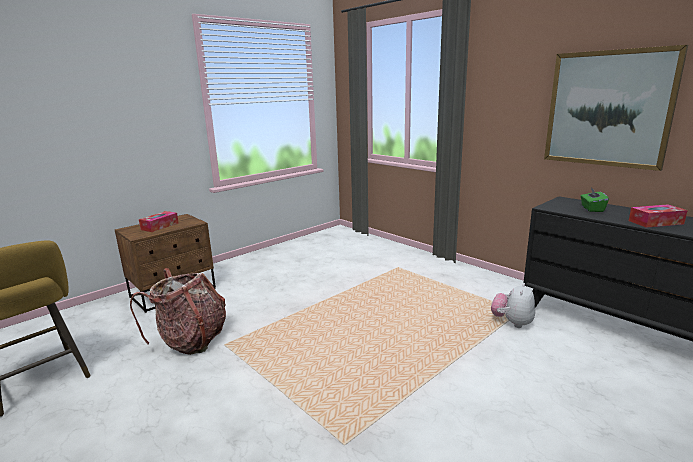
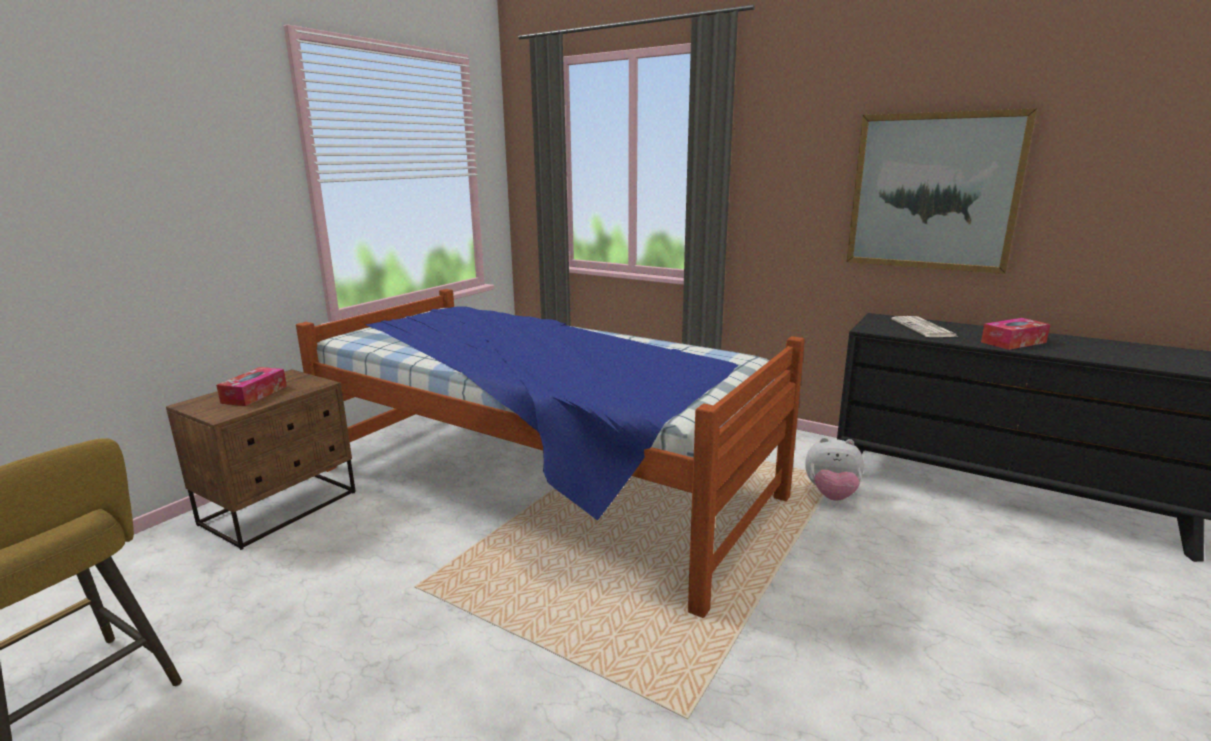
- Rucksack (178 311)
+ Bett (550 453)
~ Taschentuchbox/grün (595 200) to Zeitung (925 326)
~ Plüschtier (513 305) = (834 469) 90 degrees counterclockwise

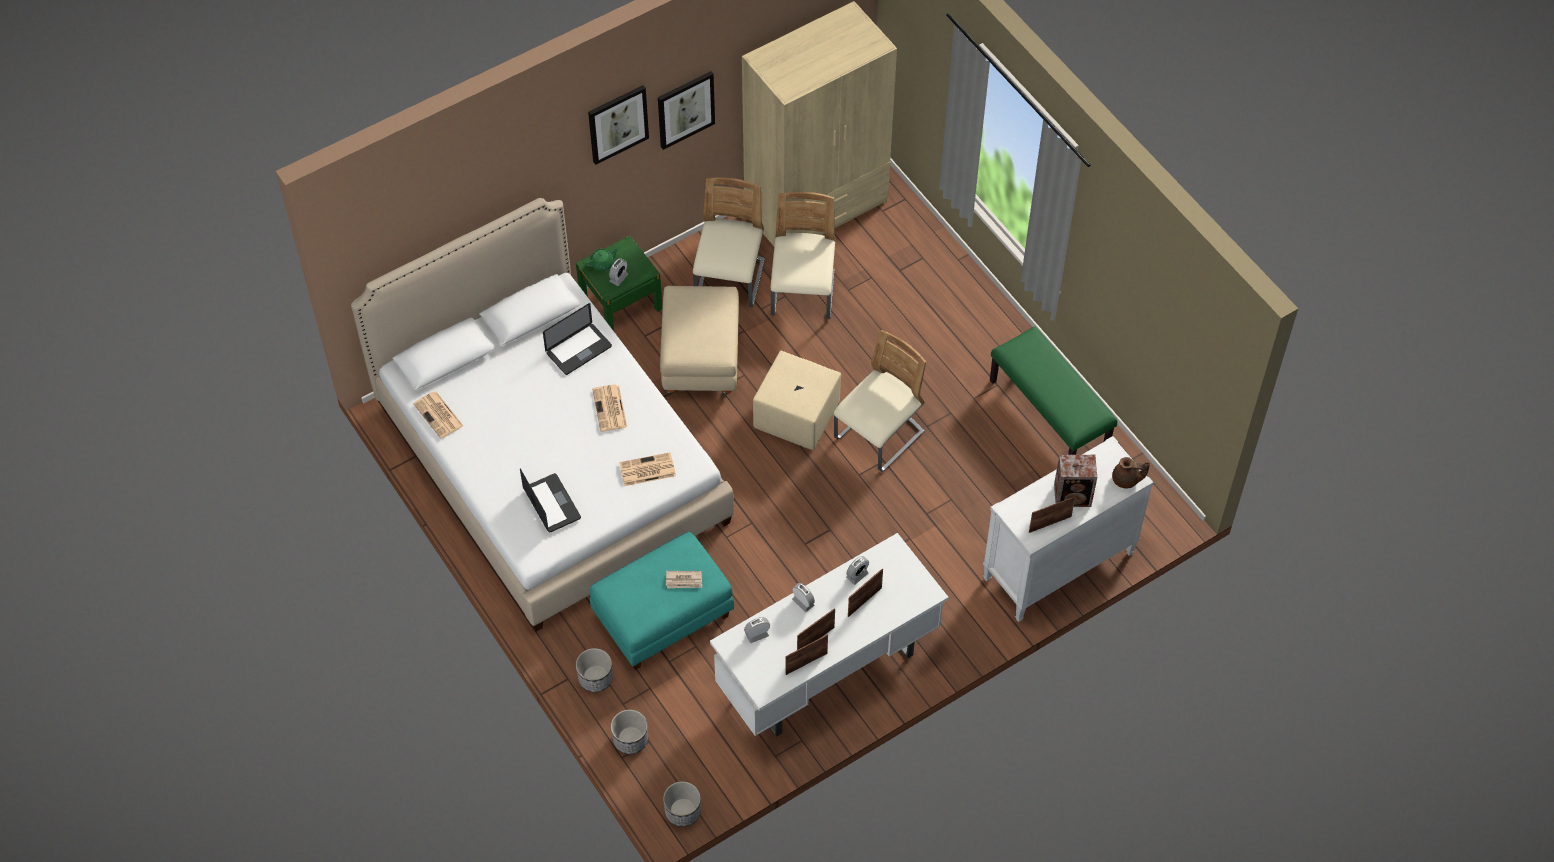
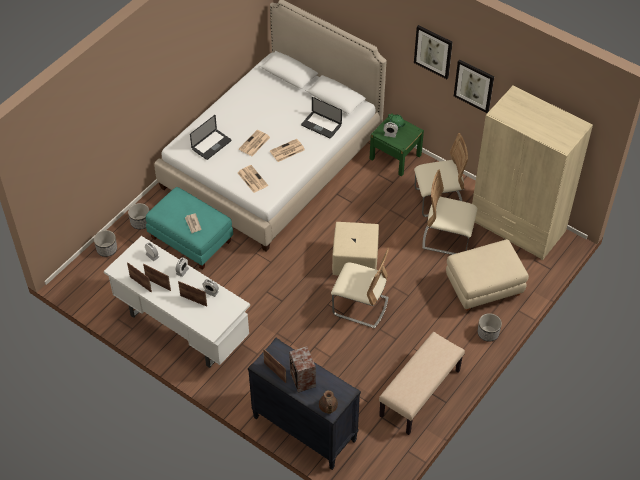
~ Zeitung (438 415) to (254 143)
~ Polsterhocker/beige (699 340) to (487 275)
~ Pflanzkübel (682 804) to (490 327)
~ Kommode/weiß (1068 529) to Kommode/schwarz (304 404)
~ Bank/grün (1053 390) to Bank/beige (422 383)
~ Stuhl/beige (803 255) = (450 212) 150 degrees counterclockwise

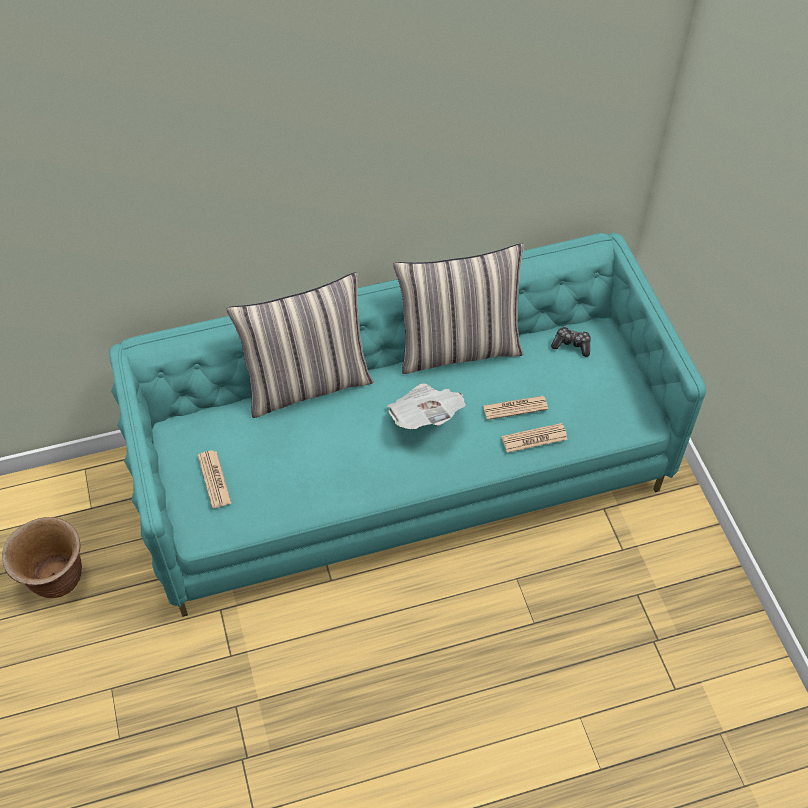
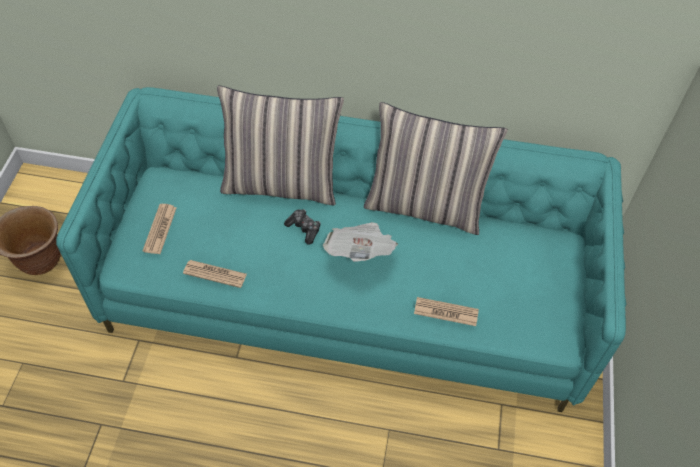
~ Zeitung (515 408) to (215 274)
~ Gamepad (571 341) to (302 227)

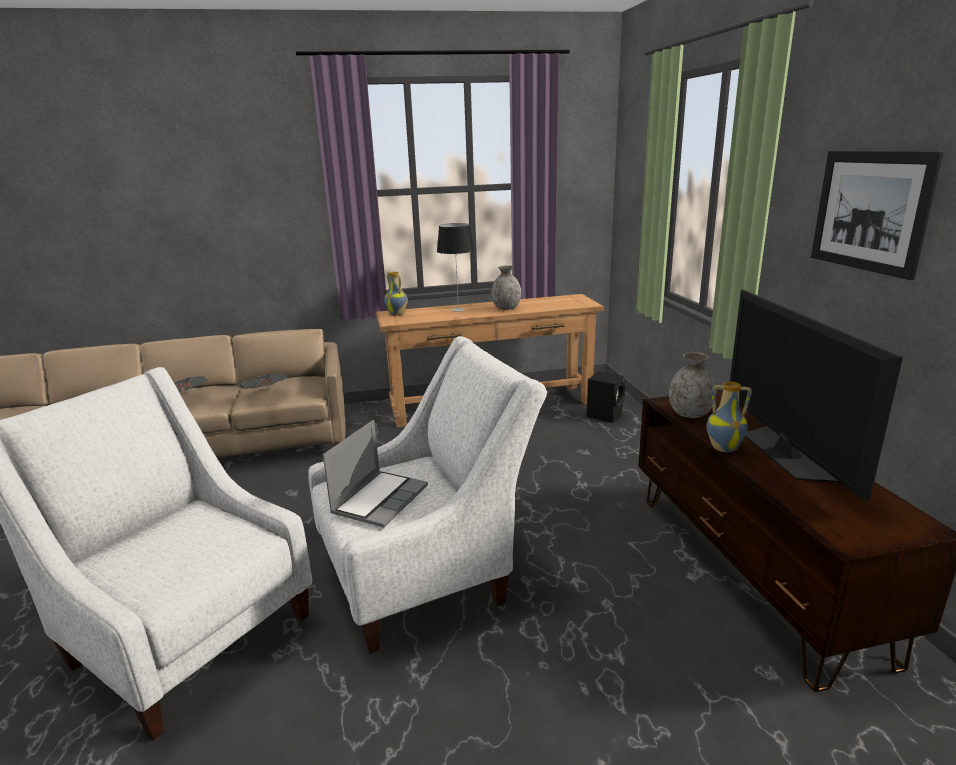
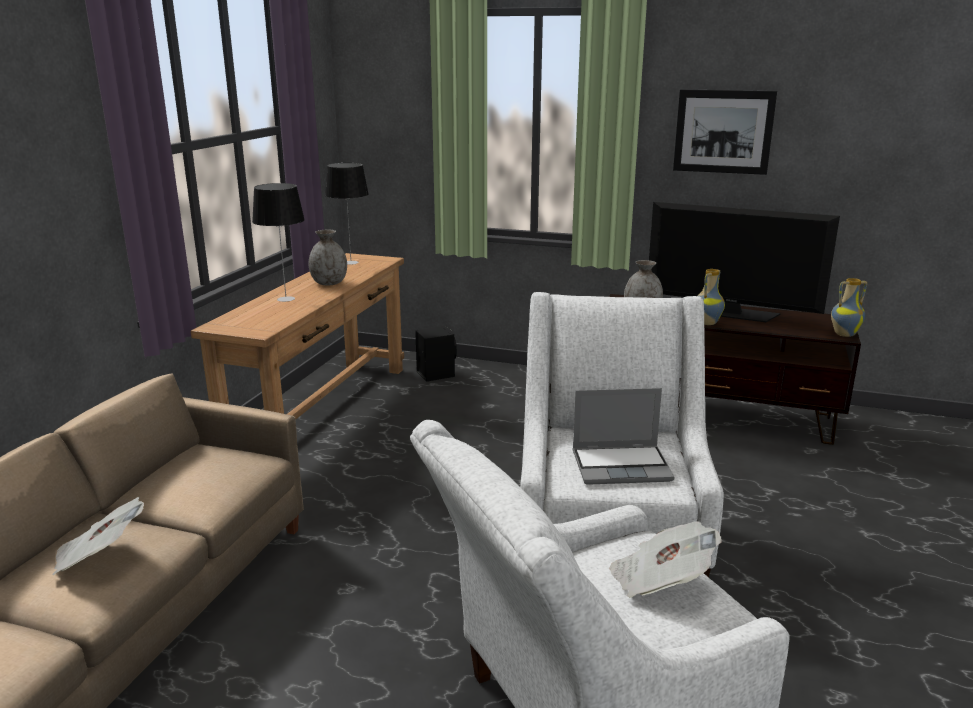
+ Tischlampe (347 214)
~ Zeitung (263 381) to (665 559)
~ Vase (396 294) to (849 307)
~ Laptop (375 473) = (623 436) 120 degrees clockwise

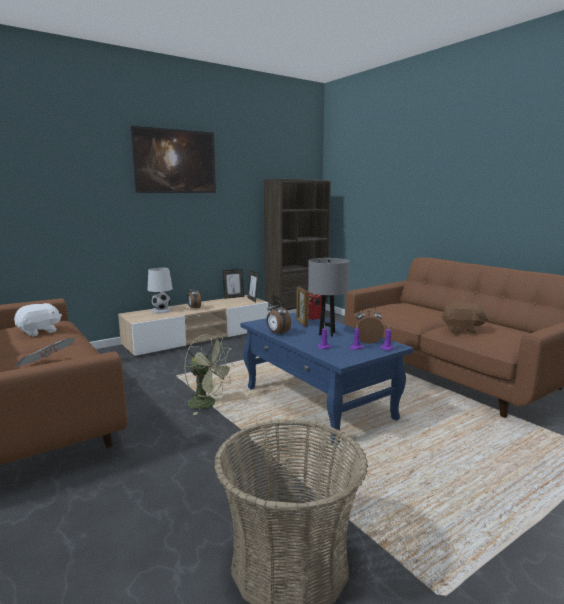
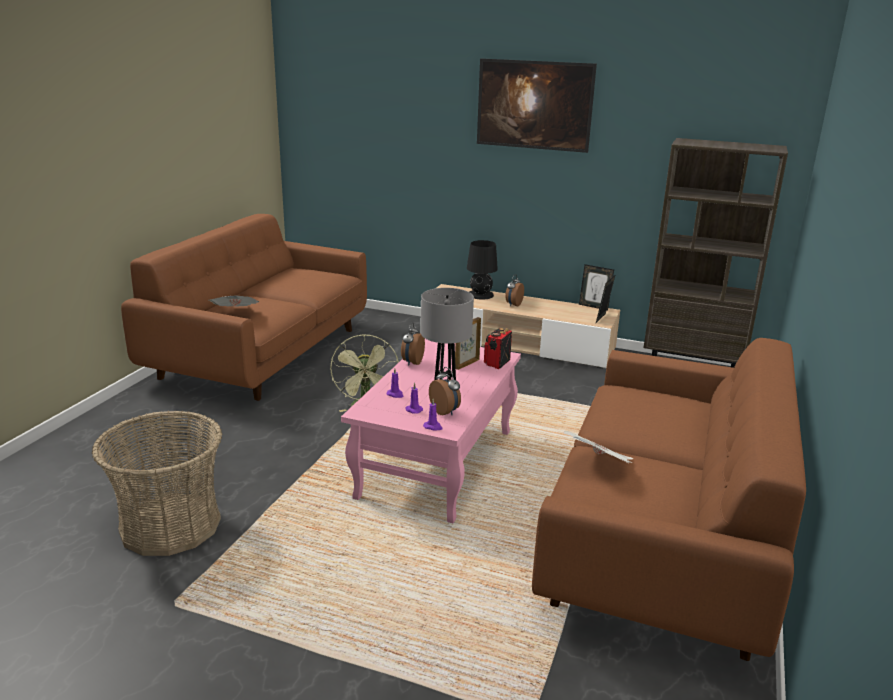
- Plüschtier/weiß (38 320)
~ Plüschtier/braun (465 318) to Zeitung (598 447)
~ Tischlampe/weiß (160 290) to Tischlampe/schwarz (482 269)
~ Couchtisch/blau (327 379) to Couchtisch/rosa (431 431)

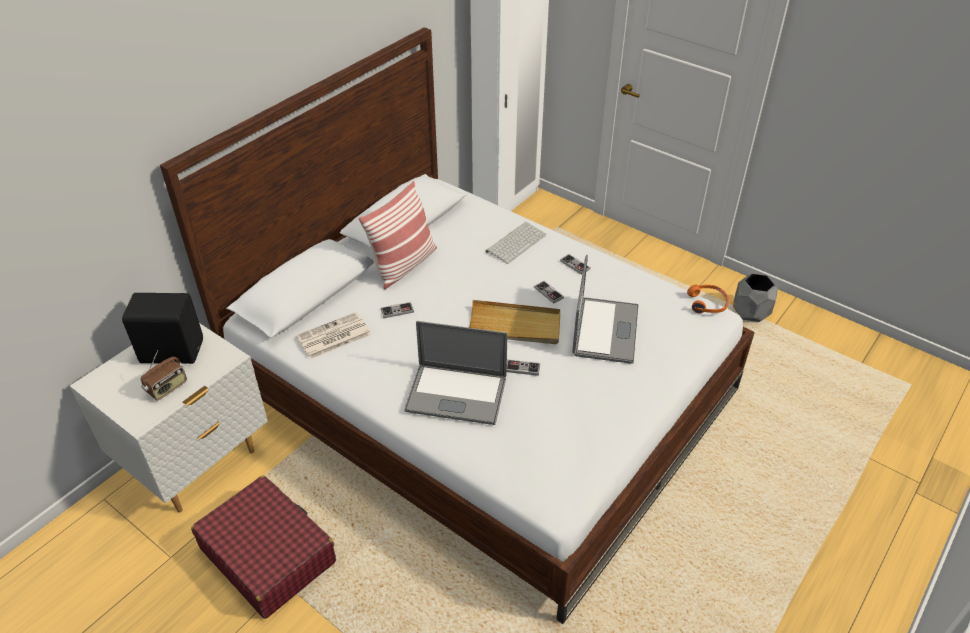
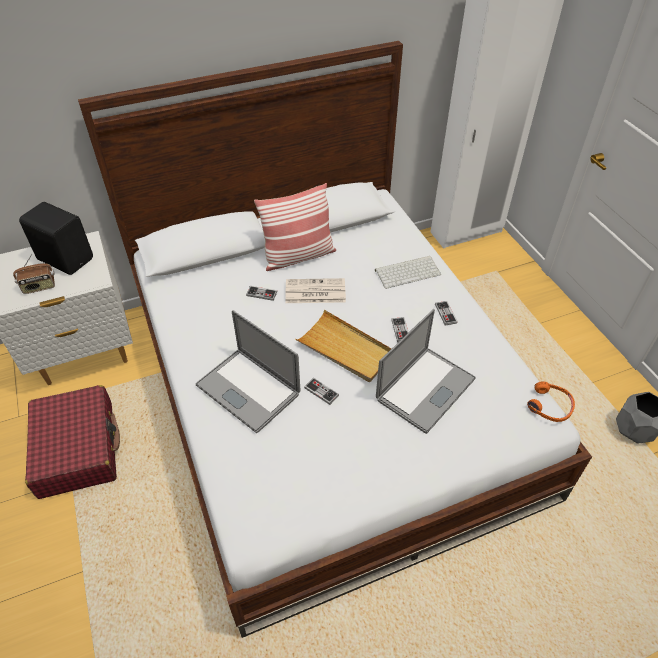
~ Zeitung (334 335) to (315 290)

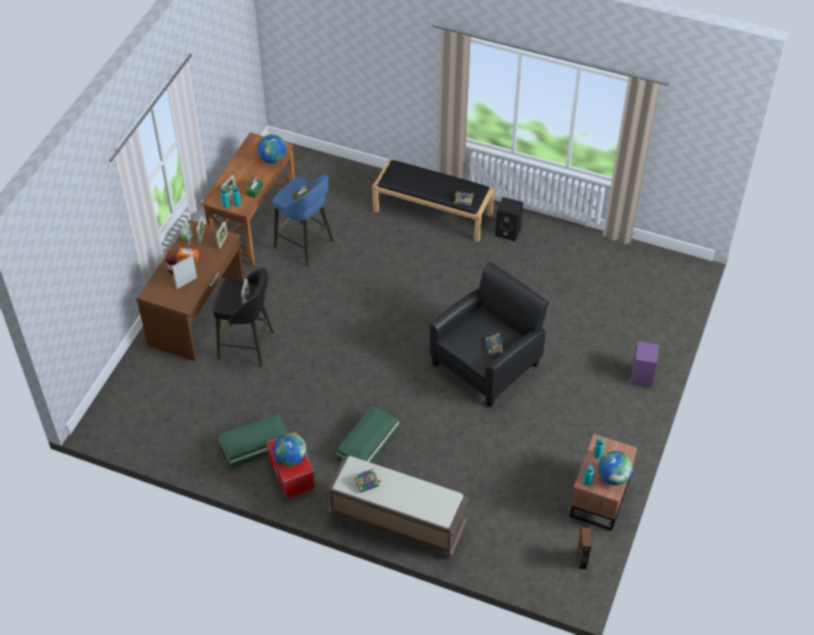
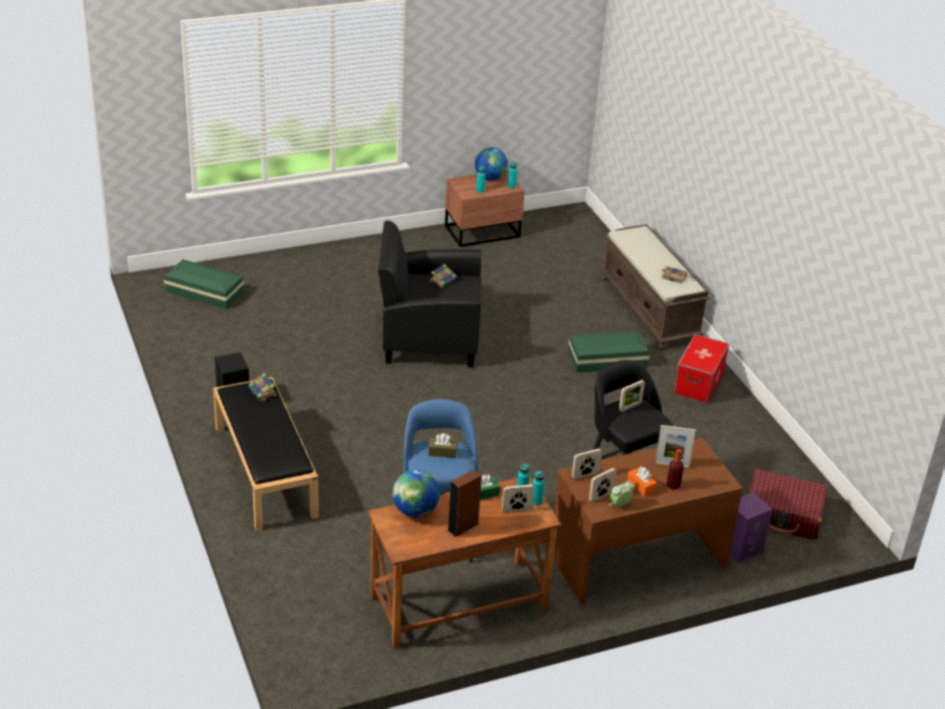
- Globus (290 449)
+ Koffer/rot (788 504)
~ Aufbewahrungsbox/grün (253 440) to (204 284)
~ Lautsprecher/braun (584 548) to (465 503)
~ Lautsprecher/lila (644 364) to (751 527)

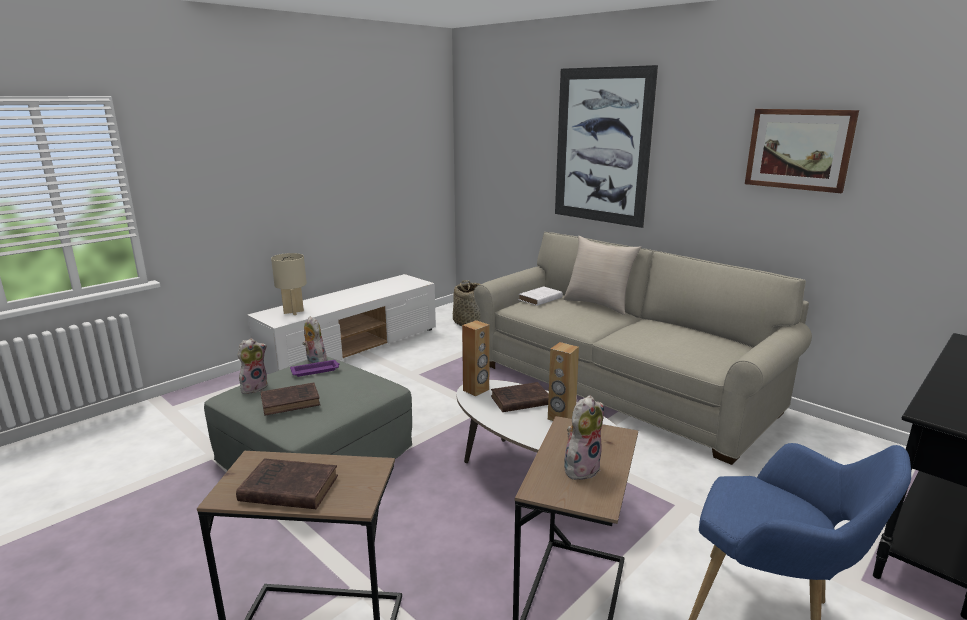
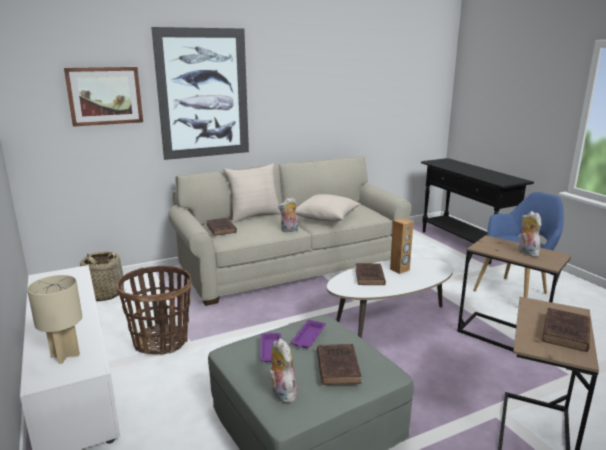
- Lautsprecher/braun (476 358)
+ Korb (154 310)
+ Tablett/lila (308 334)
+ Kissen/beige (328 208)
~ Plüschtier (315 340) to (288 214)
~ Bild (802 151) to (103 97)
~ Buch/weiß (540 296) to Buch/braun (221 227)

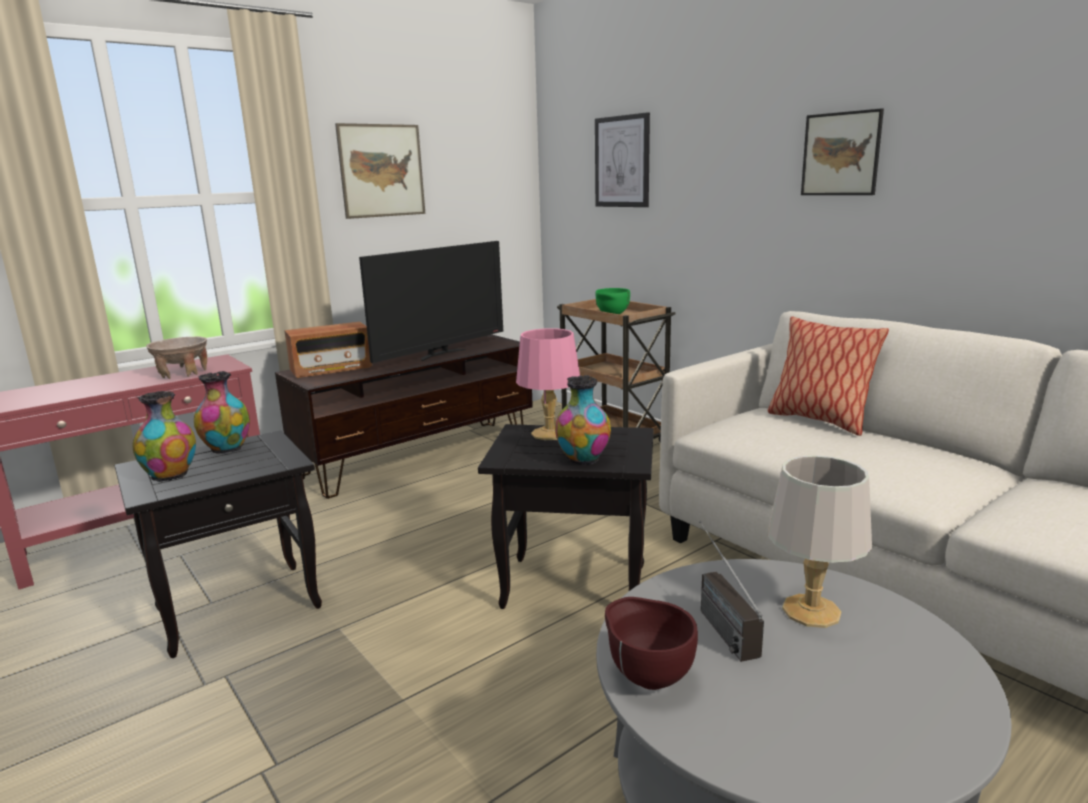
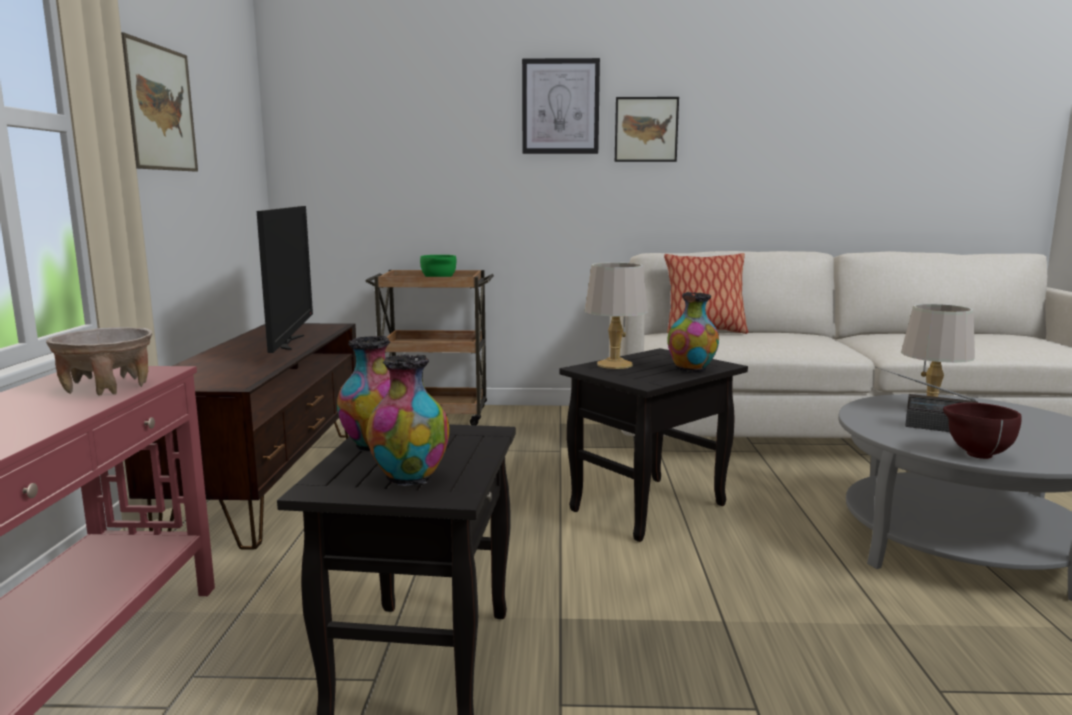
- Radio (328 350)
~ Bild (622 159) to (561 106)
~ Tischlampe/rosa (548 384) to Tischlampe/grau (616 315)

